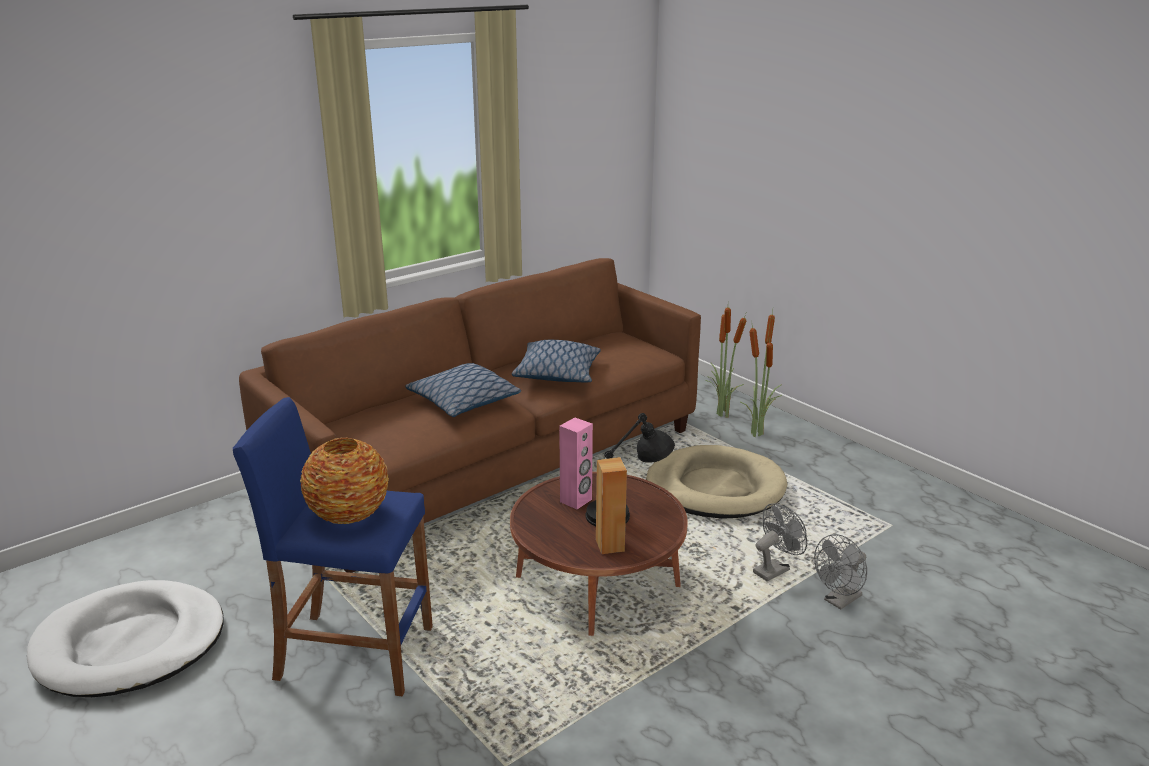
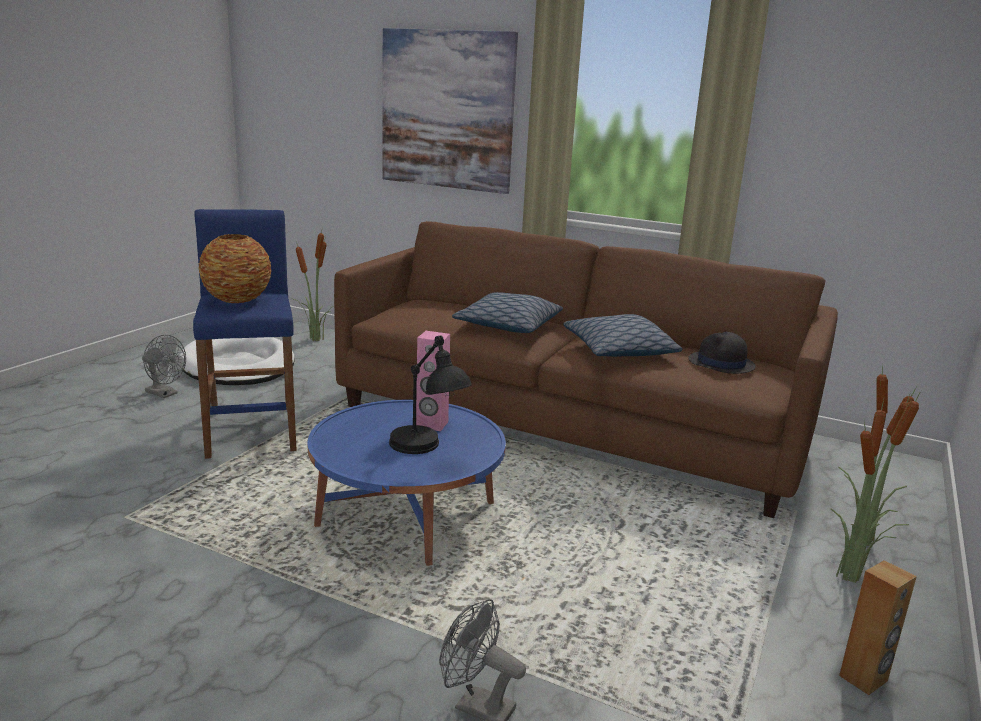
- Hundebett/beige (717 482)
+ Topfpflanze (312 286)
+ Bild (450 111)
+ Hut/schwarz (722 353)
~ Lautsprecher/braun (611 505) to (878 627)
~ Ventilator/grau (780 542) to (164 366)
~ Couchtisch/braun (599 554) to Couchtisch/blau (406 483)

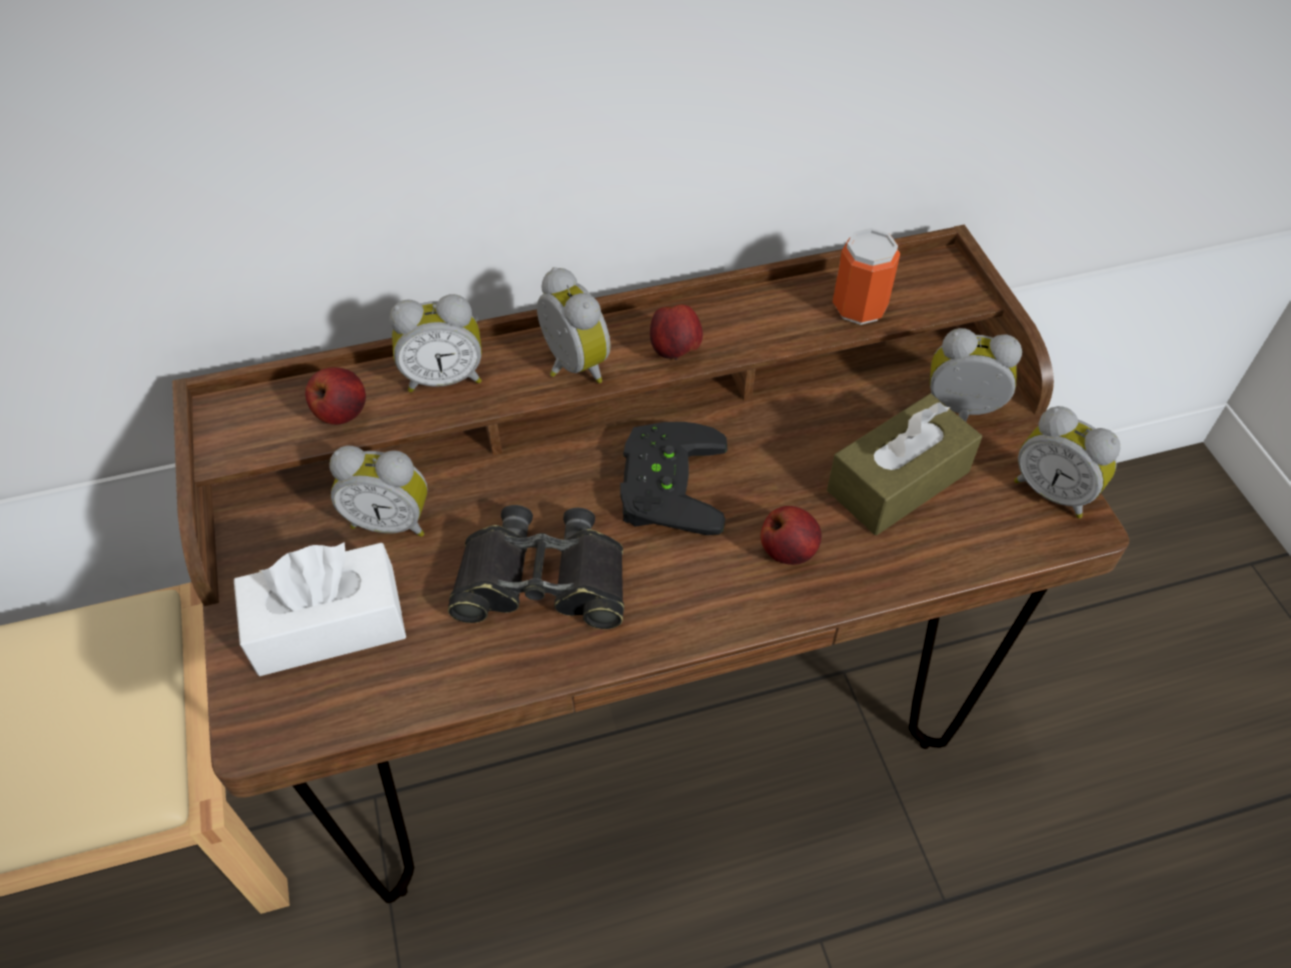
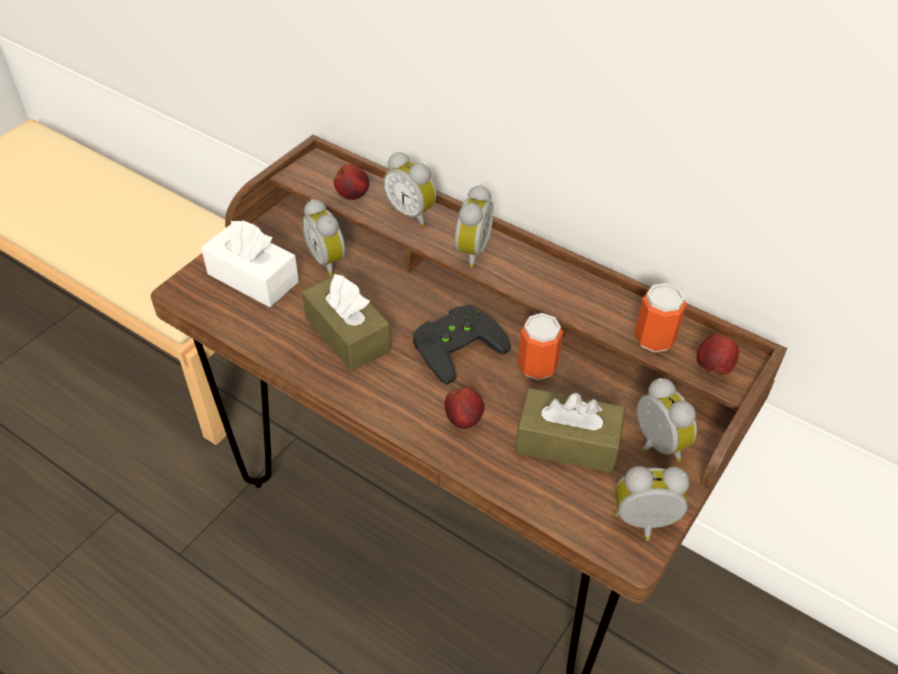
+ Dose (540 346)
~ Apfel (676 332) to (718 354)
~ Fernglas/schwarz (536 567) to Taschentuchbox/braun (346 322)
~ Wecker (1067 462) = (652 503) 90 degrees clockwise

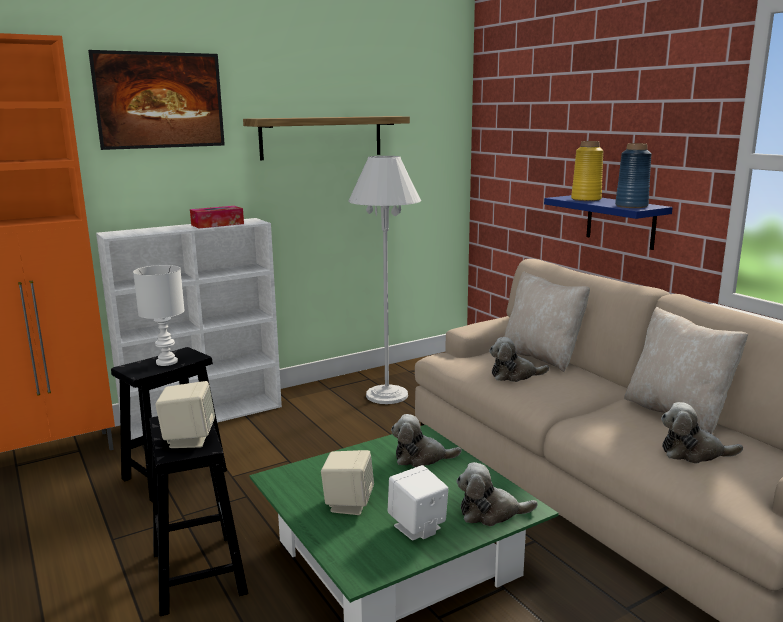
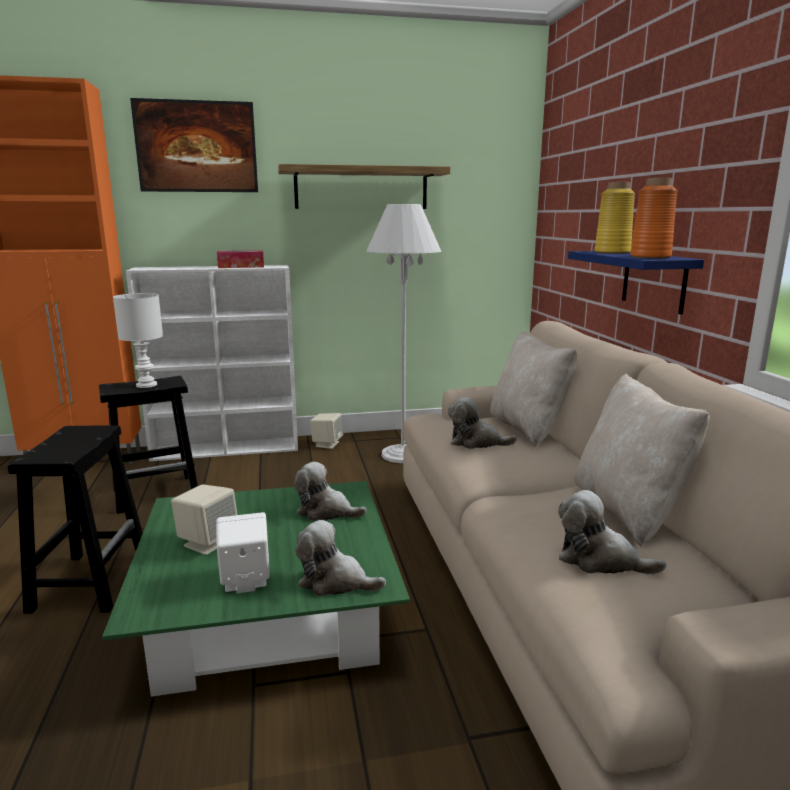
~ Lautsprecher/beige (185 414) to (326 431)
~ Vase/blau (633 175) to Vase/orange (654 218)

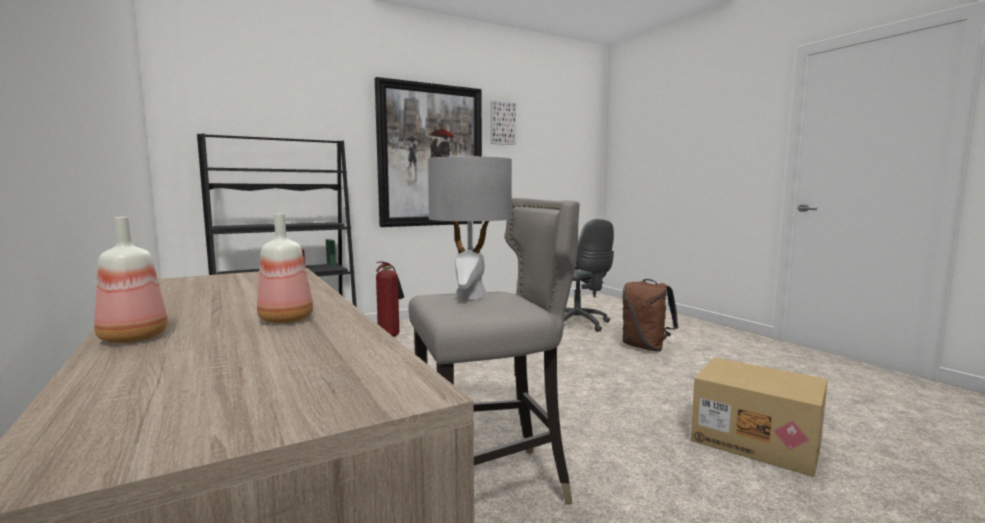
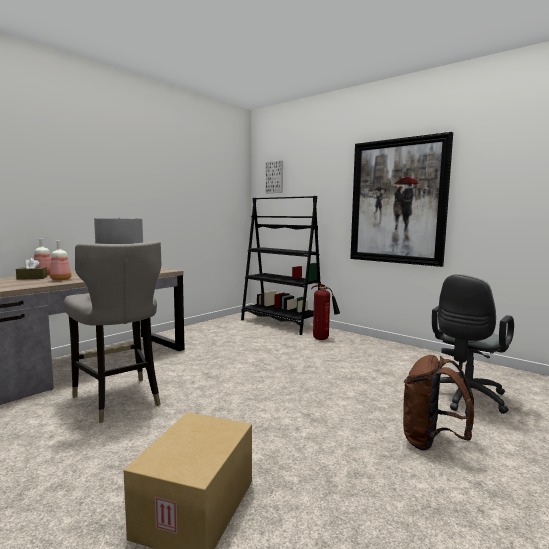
+ Taschentuchbox/braun (31 269)
~ Bild (503 122) to (274 176)

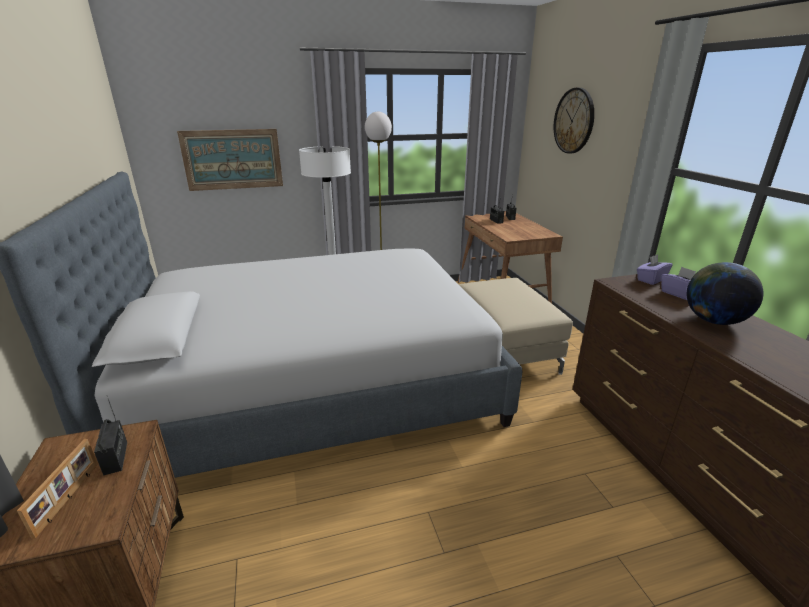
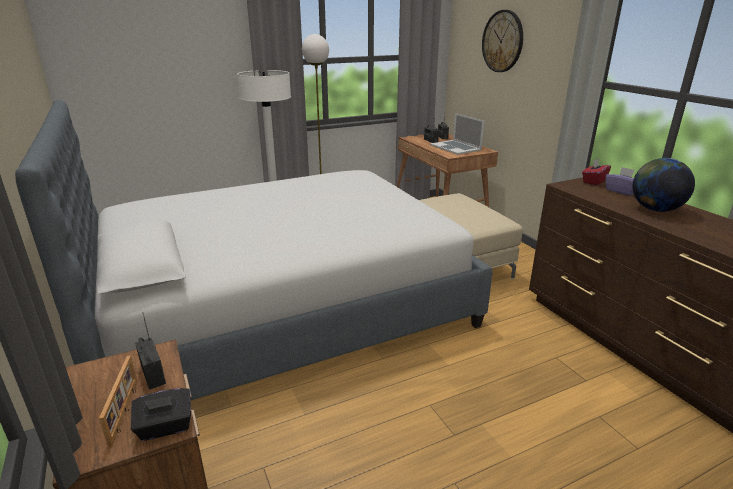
- Bild (230 160)
+ Taschentuchbox/schwarz (161 414)
+ Laptop (457 134)
~ Taschentuchbox/lila (655 269) to Taschentuchbox/rot (596 171)

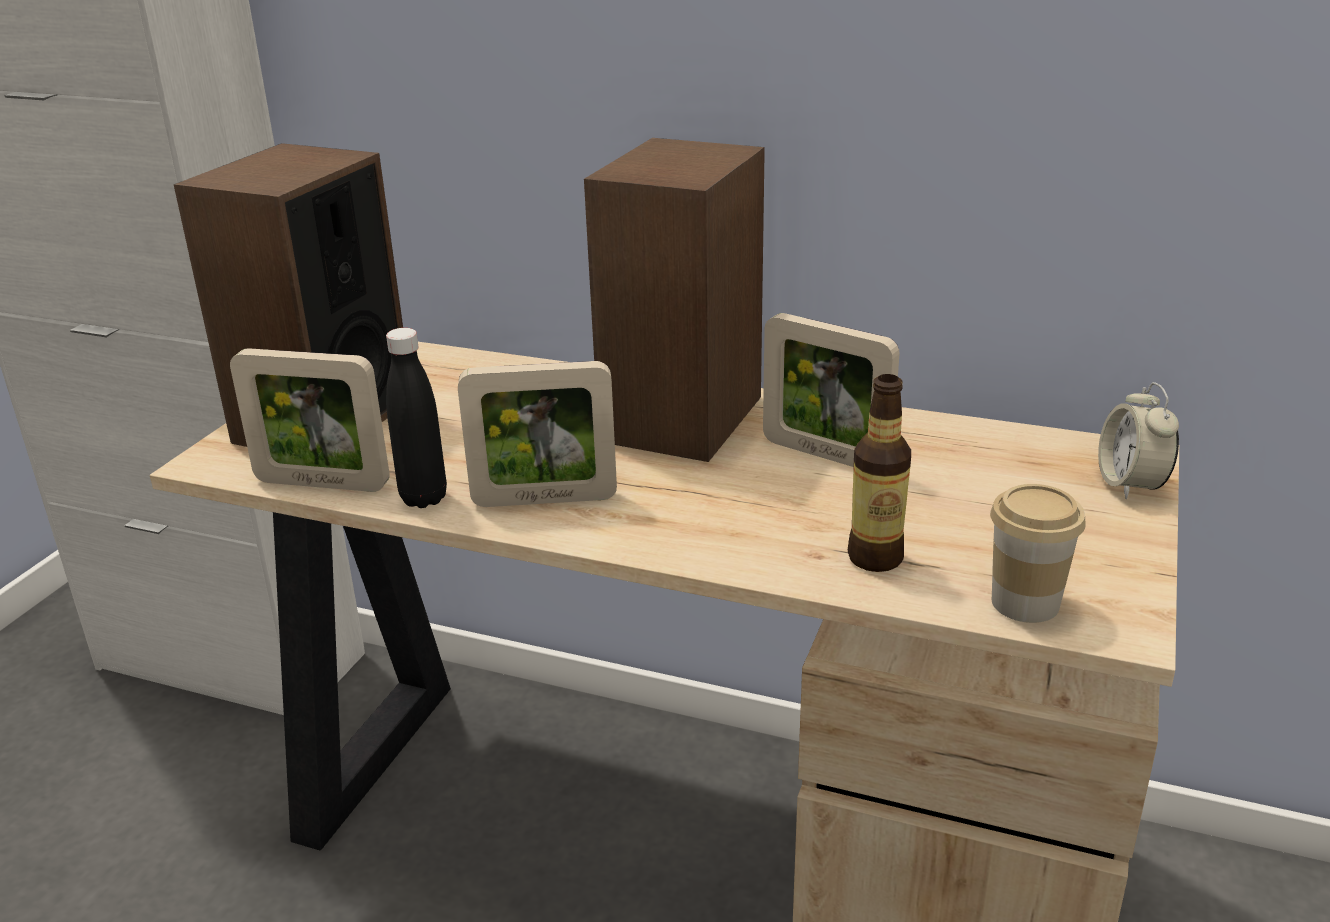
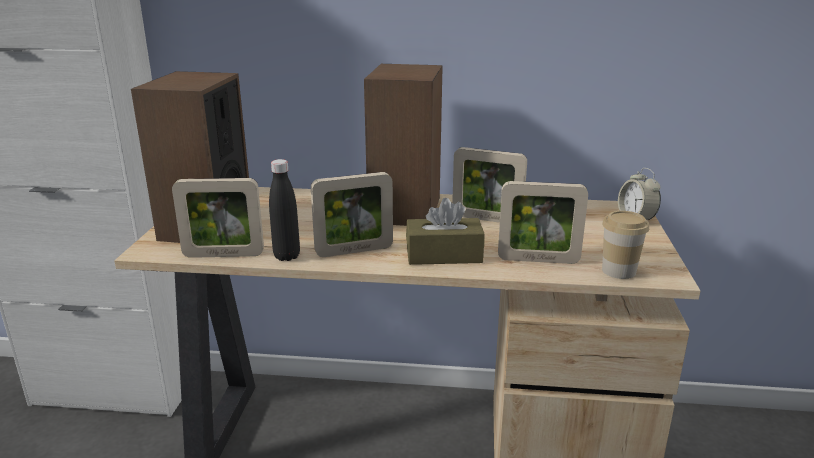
+ Taschentuchbox/braun (445 231)
~ Flasche (879 473) to Bilderrahmen (543 222)

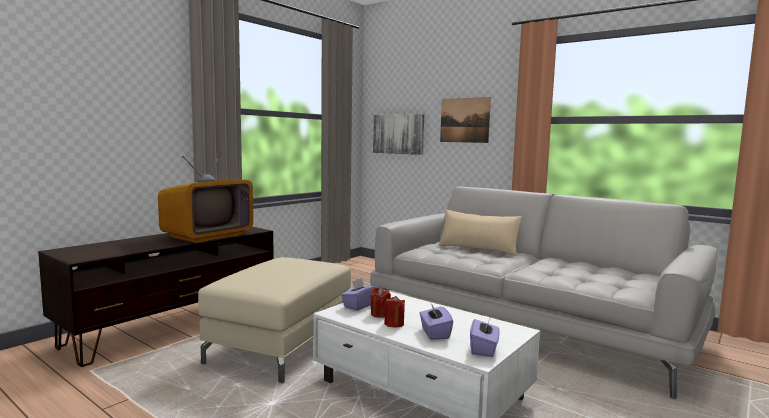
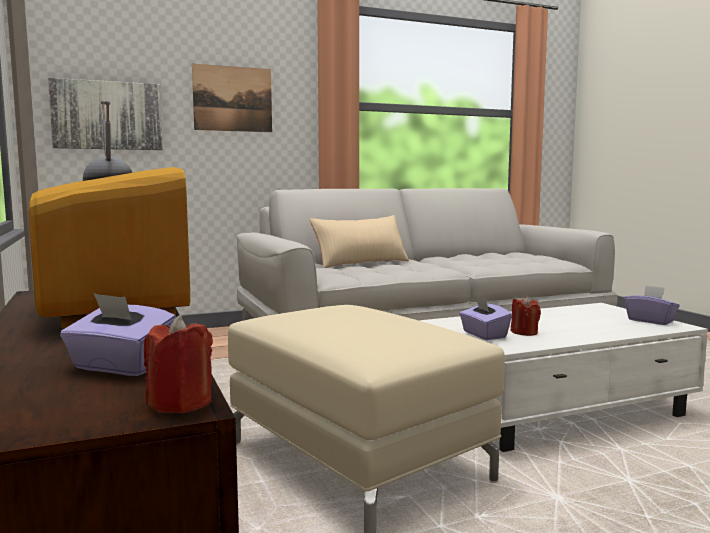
~ Kerze/rot (394 312) to (178 364)
~ Taschentuchbox/lila (436 321) to (118 334)

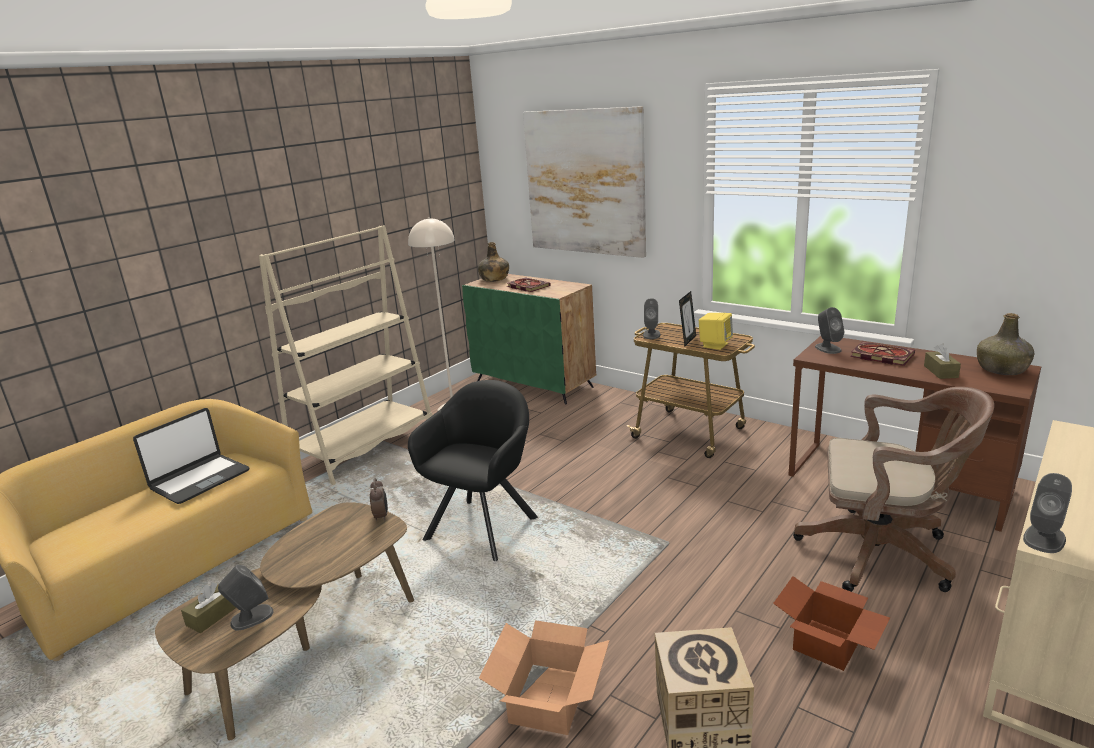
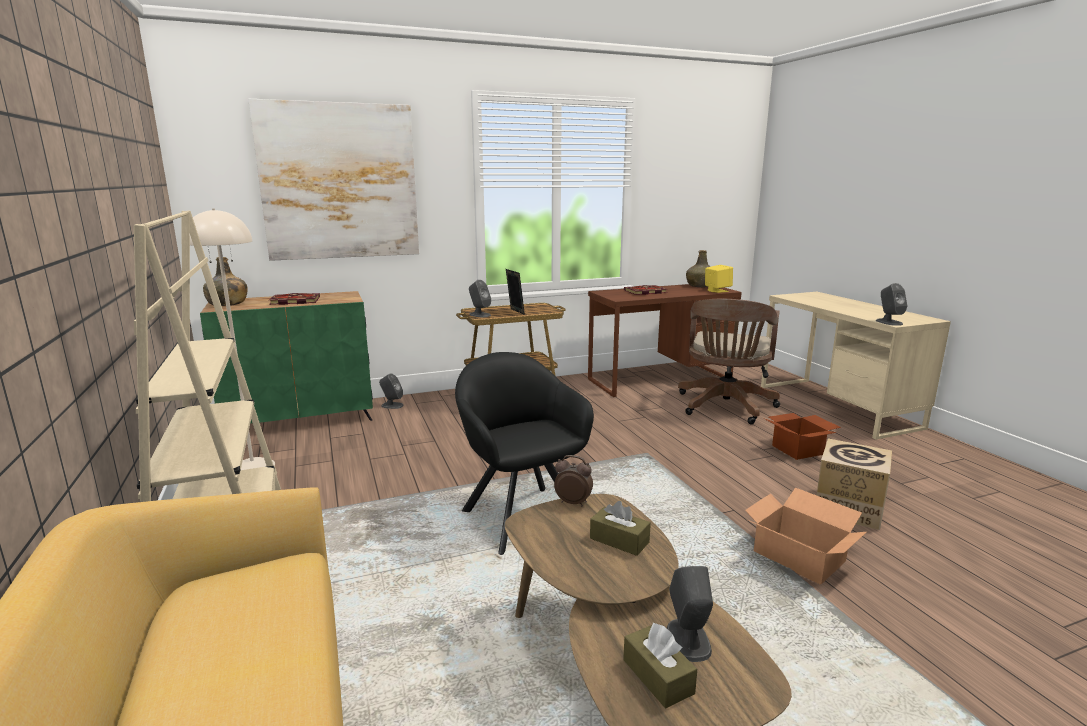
- Laptop (191 456)
~ Lautsprecher/gelb (716 331) to (719 279)
~ Lautsprecher/grau (829 330) to (391 391)
~ Taschentuchbox/braun (942 361) to (620 528)
~ Bürostuhl/braun (893 489) = (729 362) 150 degrees clockwise

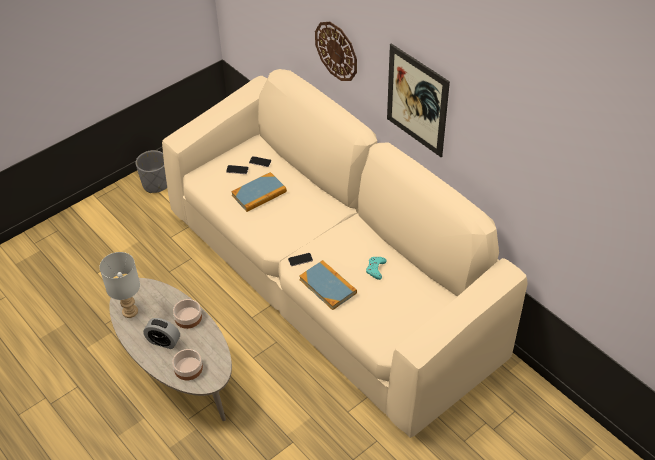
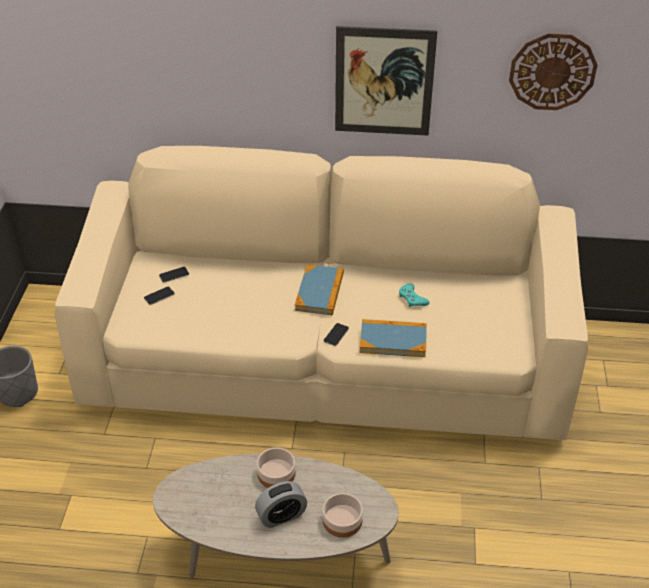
- Tischlampe/grau (119 285)
~ Buch (259 192) to (319 289)
~ Wanduhr (336 51) to (553 71)

